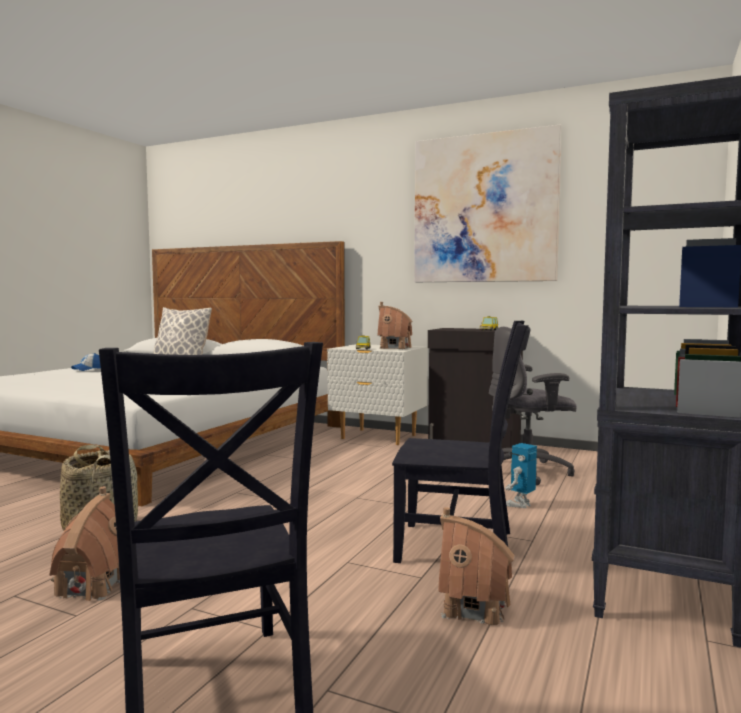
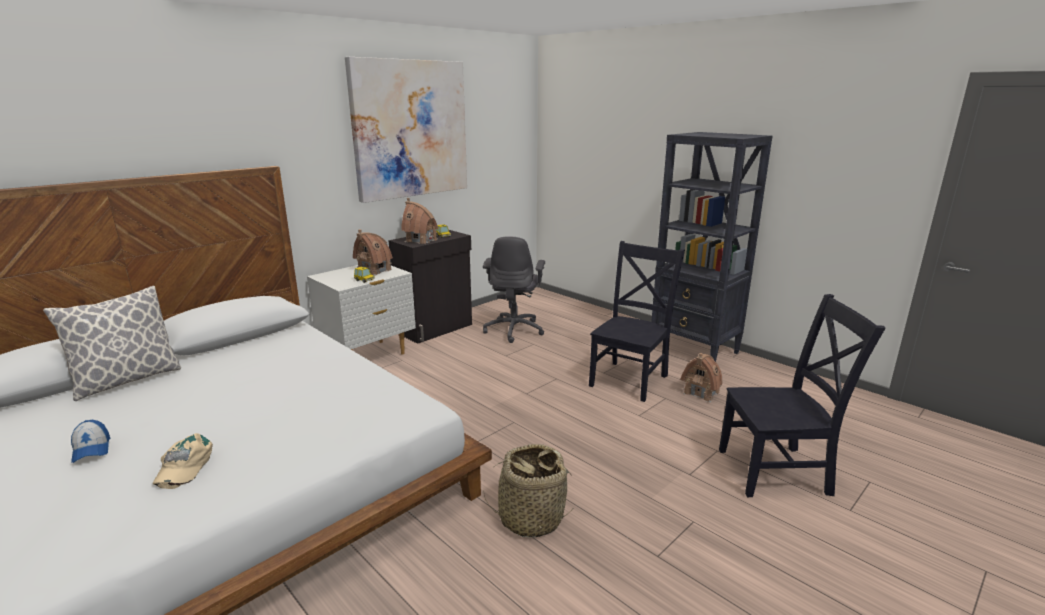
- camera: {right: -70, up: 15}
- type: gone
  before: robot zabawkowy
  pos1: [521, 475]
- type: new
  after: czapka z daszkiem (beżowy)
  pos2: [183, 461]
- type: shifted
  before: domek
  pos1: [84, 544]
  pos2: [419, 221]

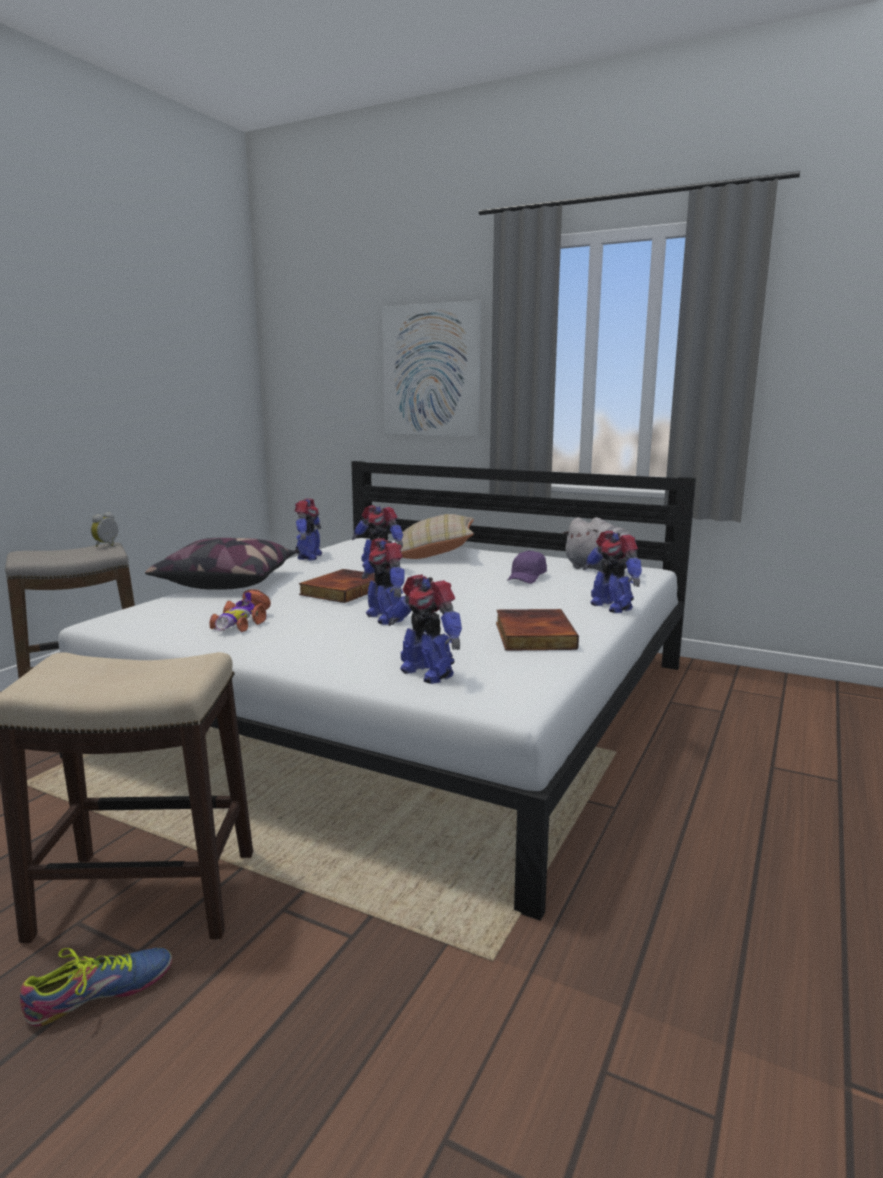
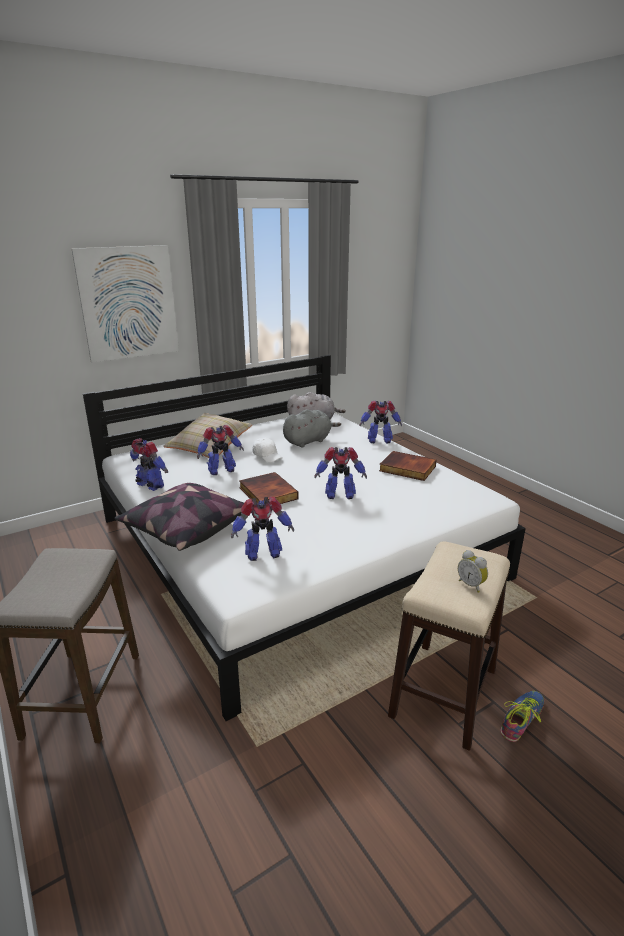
- camera: {right: -60, up: 10}
- type: gone
  before: samochodzik
  pos1: [240, 610]
- type: new
  after: czapka z daszkiem (biały)
  pos2: [267, 450]
- type: shifted
  before: budzik
  pos1: [104, 529]
  pos2: [473, 571]
- type: shifted
  before: robot zabawkowy
  pos1: [425, 629]
  pos2: [262, 529]
- type: swapped
  before: czapka z daszkiem (fioletowy)
  after: pluszak (szary)
  pos1: [527, 567]
  pos2: [312, 428]
- type: rotated
  before: but
  pos1: [96, 987]
  pos2: [522, 716]
  turn: 45

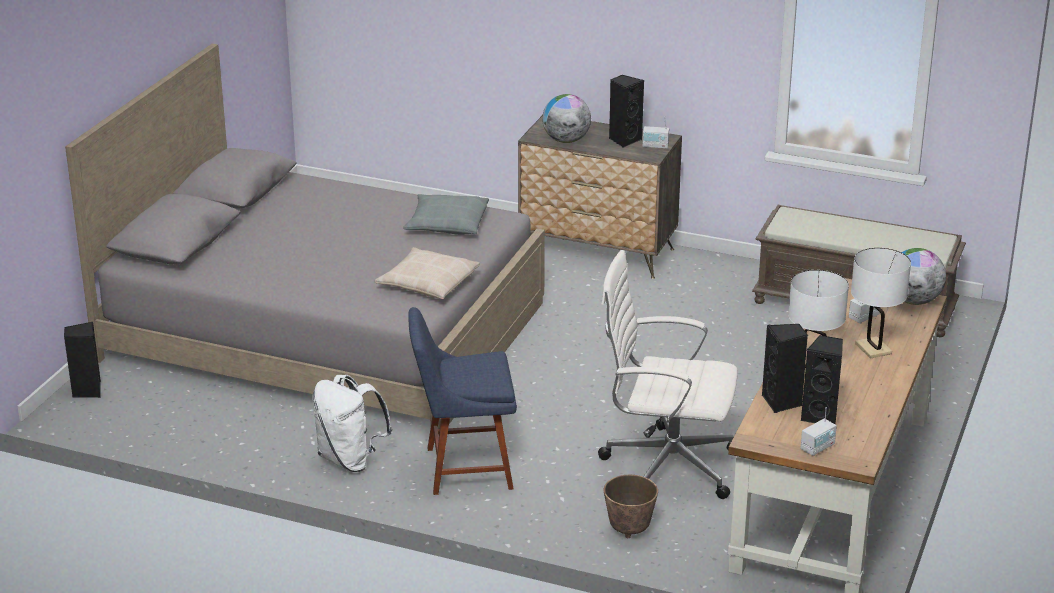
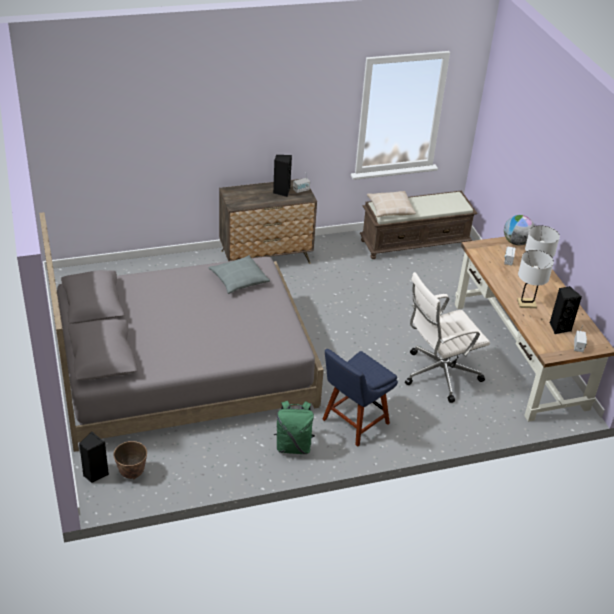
- camera: {right: -40, up: 10}
- type: gone
  before: globus
  pos1: [566, 118]
- type: gone
  before: głośnik (czarny)
  pos1: [785, 368]
- type: shifted
  before: poduszka (beżowy)
  pos1: [427, 273]
  pos2: [391, 204]
- type: shifted
  before: donica
  pos1: [631, 506]
  pos2: [130, 460]
- type: repainted
  before: plecak (biały)
  after: plecak (zielony)
  pos1: [353, 423]
  pos2: [294, 427]

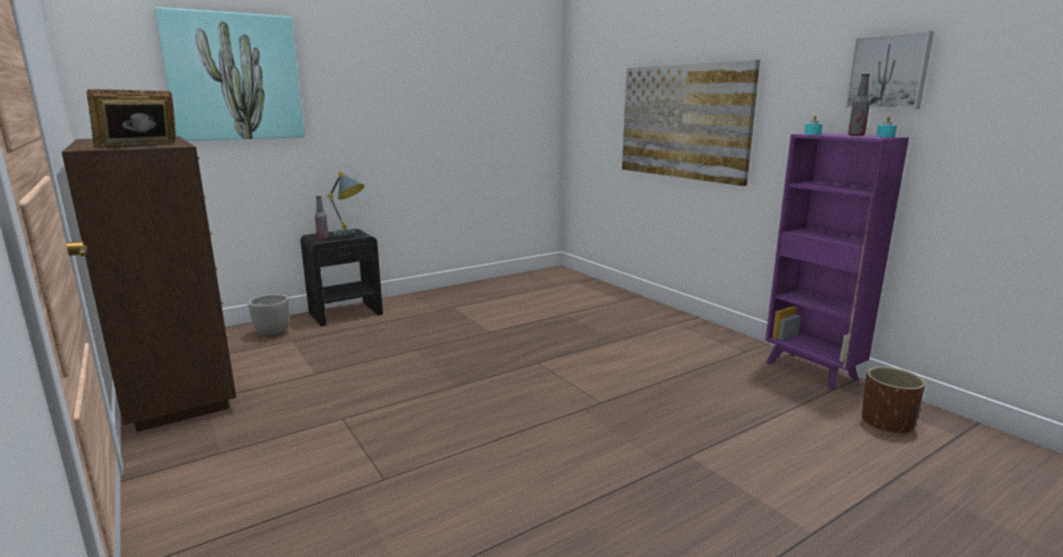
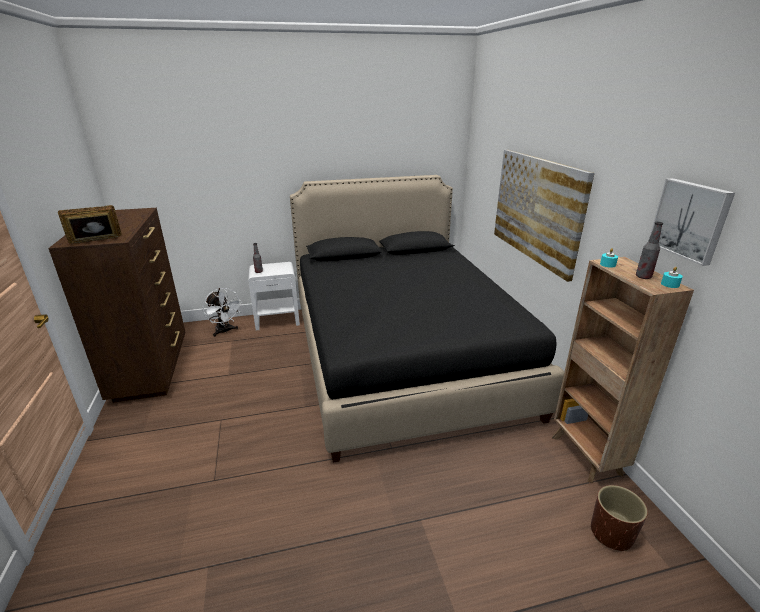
- camera: {right: 20, up: 10}
- type: gone
  before: obraz
  pos1: [229, 74]
- type: gone
  before: lampa stołowa (szary)
  pos1: [346, 204]
- type: new
  after: łóżko (czarny)
  pos2: [427, 318]
- type: swapped
  before: donica
  after: wentylator (biały)
  pos1: [269, 315]
  pos2: [222, 312]
- type: repainted
  before: szafka nocna (czarny)
  after: szafka nocna (biały)
  pos1: [341, 278]
  pos2: [274, 296]
- type: repainted
  before: regał (fioletowy)
  after: regał (brązowy)
  pos1: [837, 261]
  pos2: [623, 370]

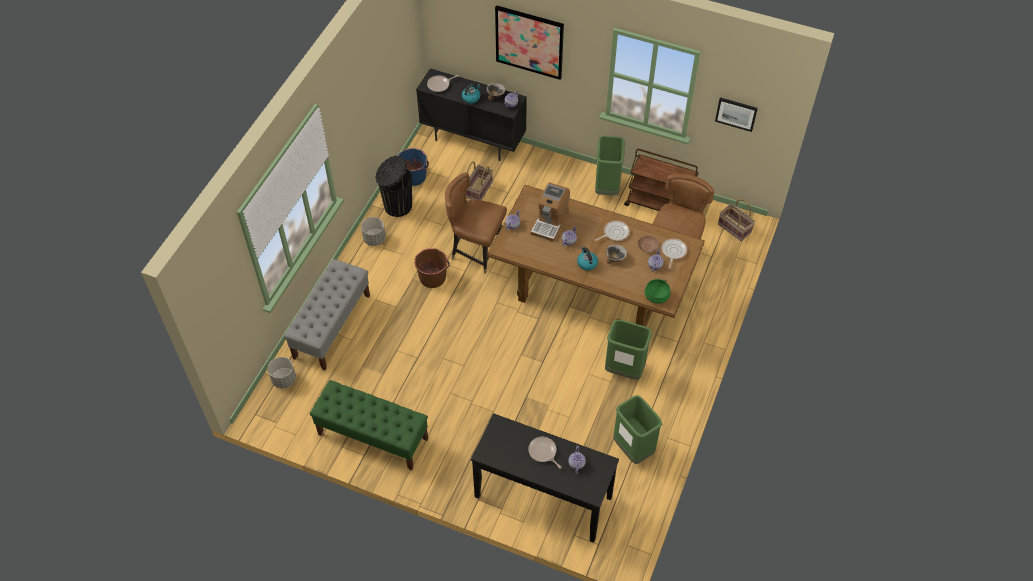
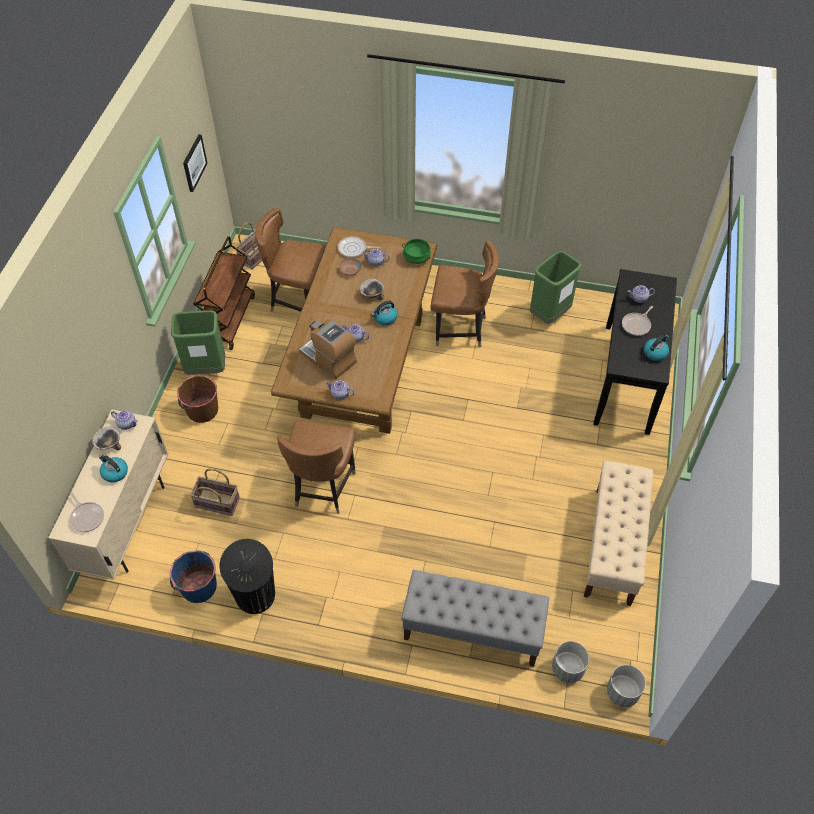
- camera: {right: -100, up: 0}
- type: gone
  before: obraz
  pos1: [529, 42]
- type: gone
  before: patelnia
  pos1: [612, 230]
- type: new
  after: czajnik
  pos2: [656, 348]
- type: shifted
  before: donica (szary)
  pos1: [373, 231]
  pos2: [626, 686]
- type: shifted
  before: wiadro (brązowy)
  pos1: [431, 268]
  pos2: [197, 399]
- type: swapped
  before: kosz na śmieci (zielony)
  after: krzesło (brązowy)
  pos1: [628, 350]
  pos2: [464, 294]
- type: repainted
  before: ławka (zielony)
  after: ławka (beżowy)
  pos1: [369, 425]
  pos2: [618, 533]
- type: repainted
  before: szafka (czarny)
  after: szafka (beżowy)
  pos1: [471, 114]
  pos2: [108, 495]
- type: rotated
  before: ekspres do kawy
  pos1: [550, 212]
  pos2: [328, 349]
  turn: -150

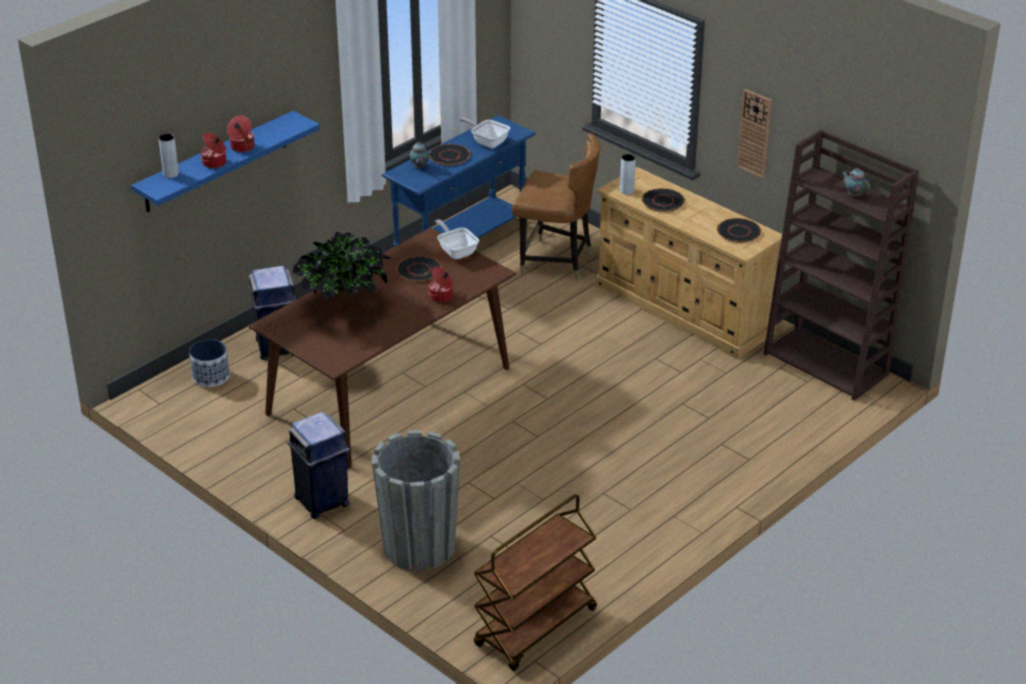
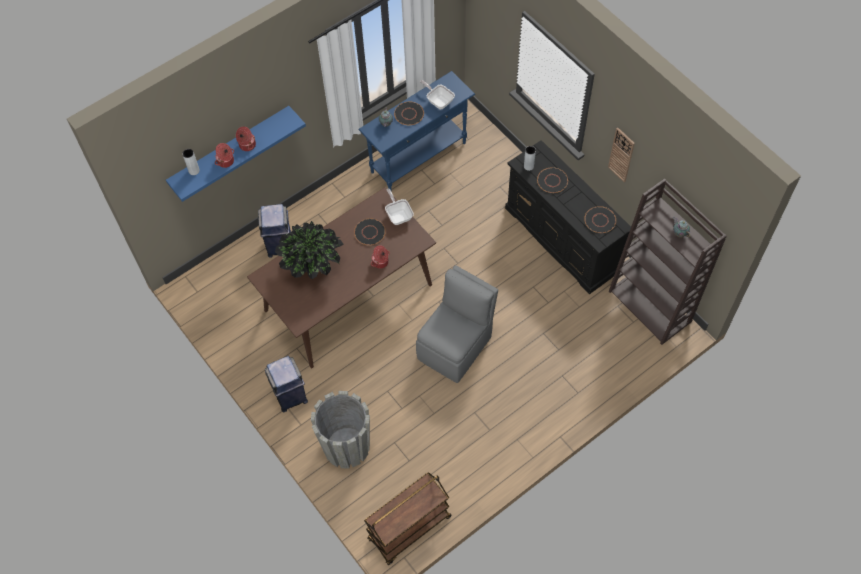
- camera: {right: 10, up: 25}
- type: gone
  before: donica
  pos1: [209, 363]
- type: gone
  before: krzesło (brązowy)
  pos1: [556, 206]
- type: new
  after: krzesło (szary)
  pos2: [457, 324]
- type: repainted
  before: komoda (beżowy)
  after: komoda (czarny)
  pos1: [688, 263]
  pos2: [568, 217]

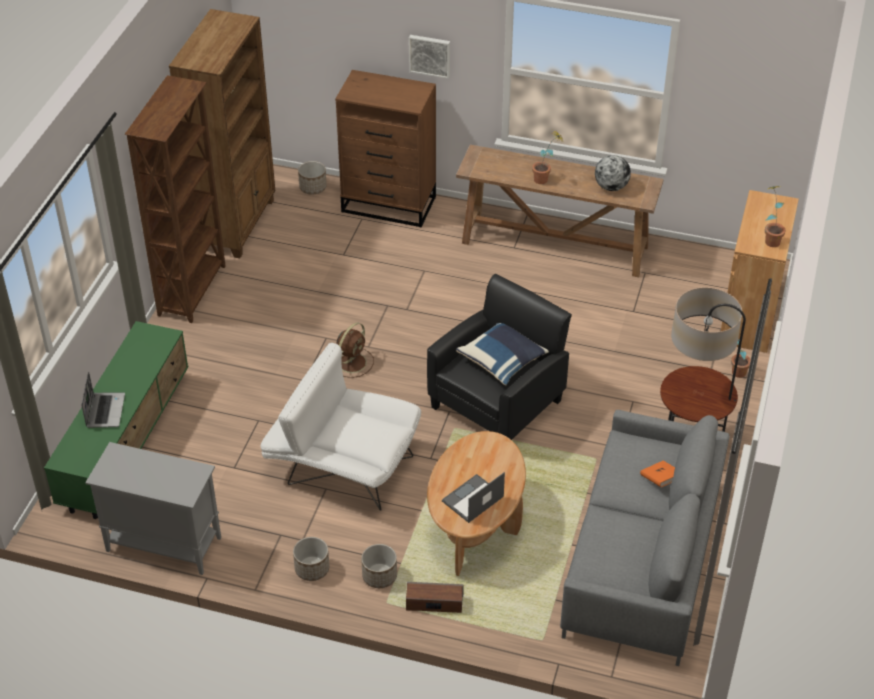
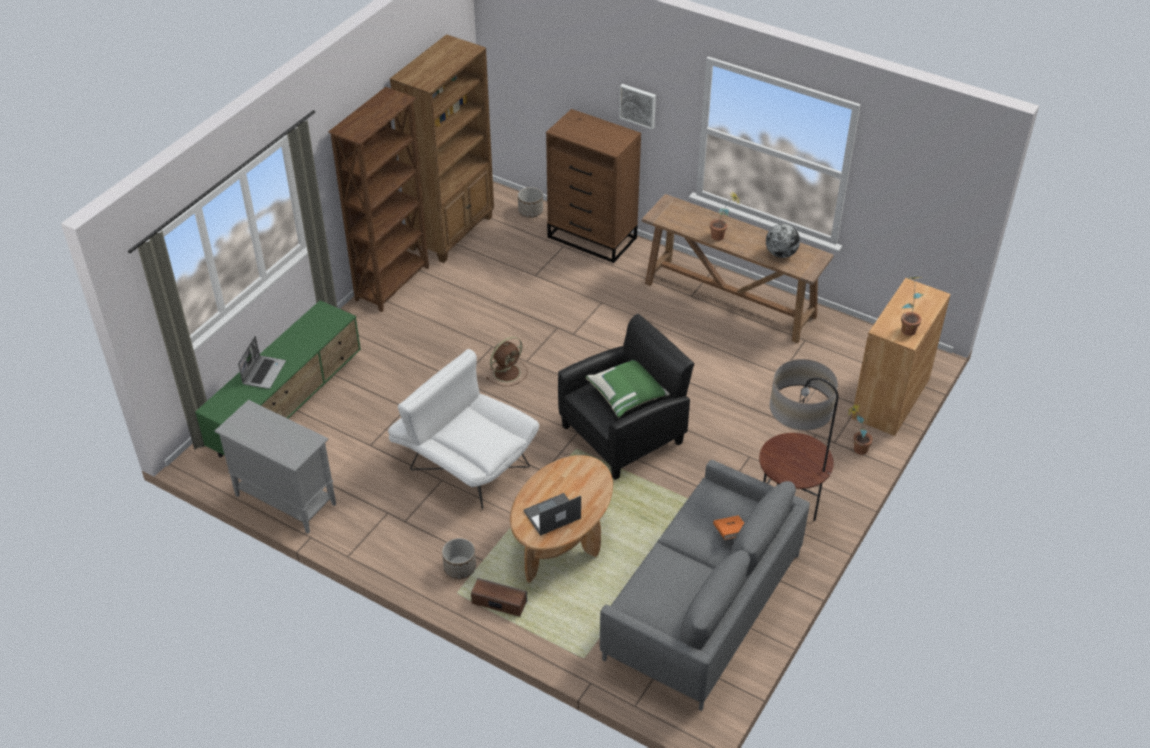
- camera: {right: 15, up: 0}
- type: gone
  before: donica
  pos1: [311, 559]
- type: repainted
  before: poduszka (niebieski)
  after: poduszka (zielony)
  pos1: [502, 354]
  pos2: [628, 389]

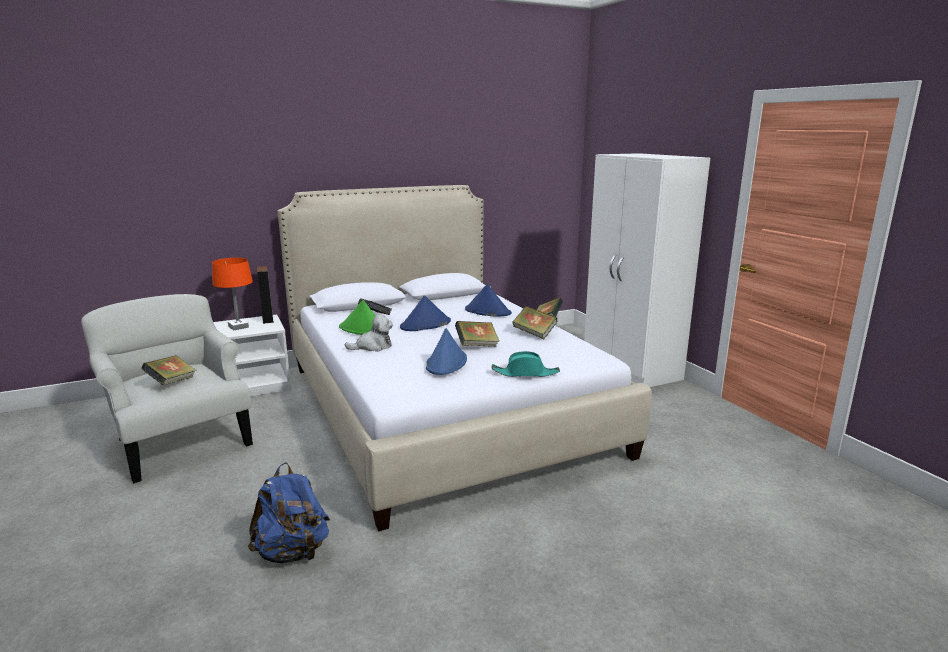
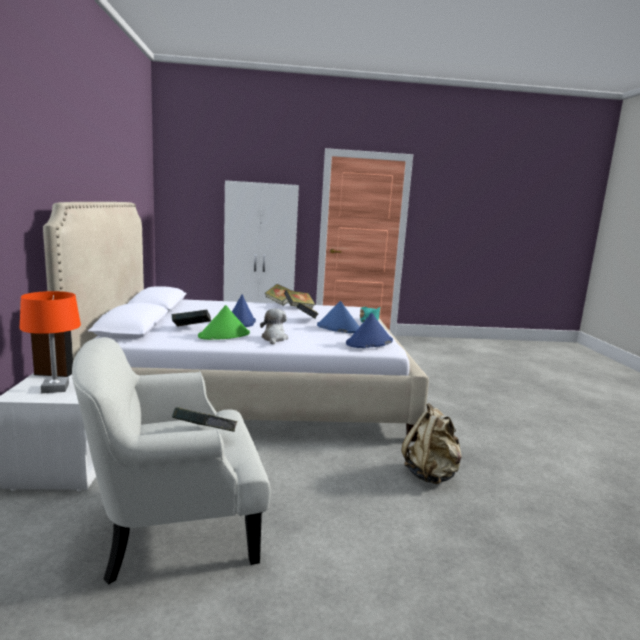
- camera: {right: -70, up: -5}
- type: shifted
  before: kapelusz (niebieski)
  pos1: [488, 300]
  pos2: [369, 330]
- type: repainted
  before: plecak (niebieski)
  after: plecak (beżowy)
  pos1: [289, 513]
  pos2: [431, 443]

